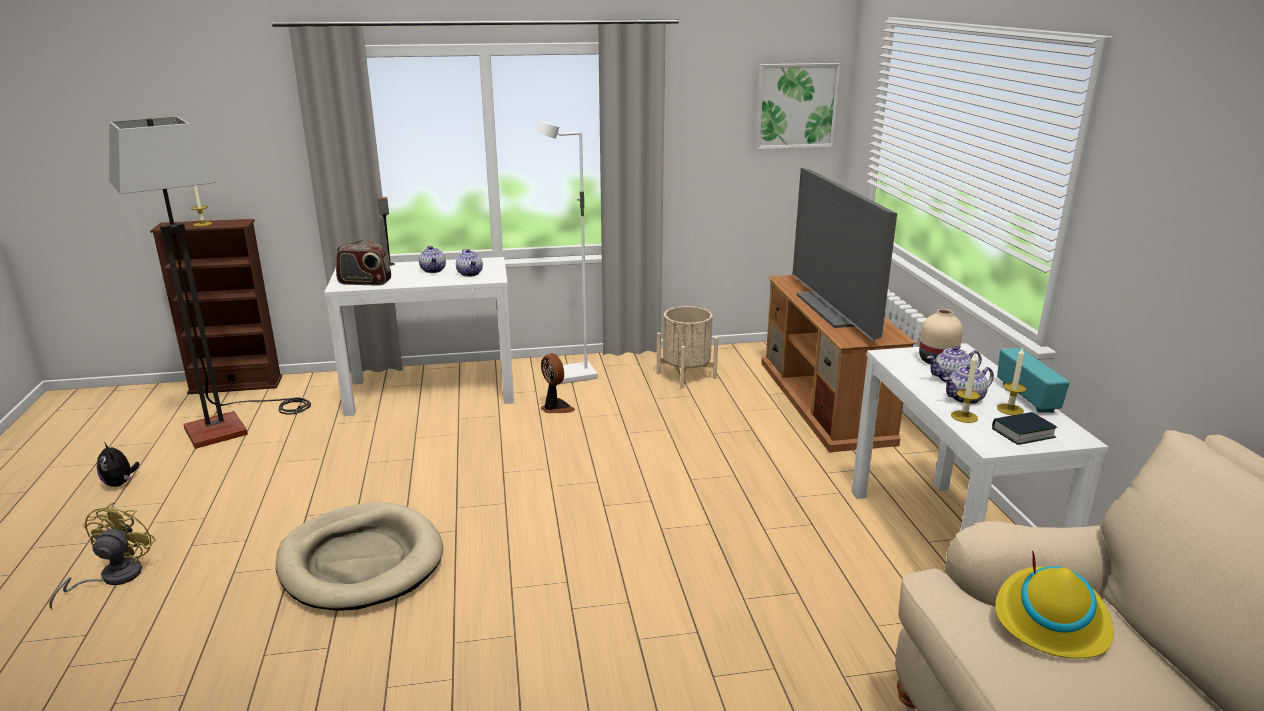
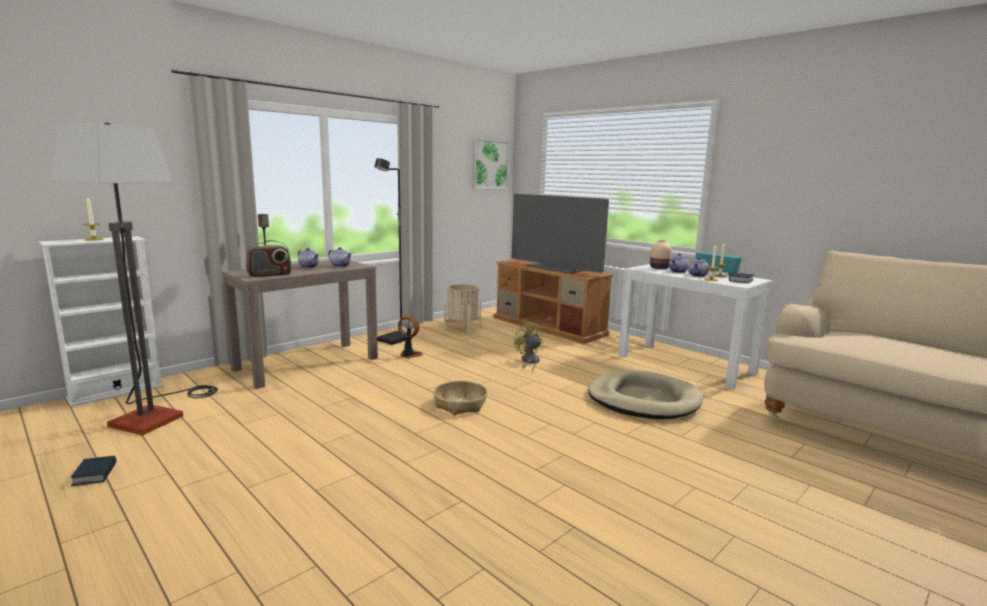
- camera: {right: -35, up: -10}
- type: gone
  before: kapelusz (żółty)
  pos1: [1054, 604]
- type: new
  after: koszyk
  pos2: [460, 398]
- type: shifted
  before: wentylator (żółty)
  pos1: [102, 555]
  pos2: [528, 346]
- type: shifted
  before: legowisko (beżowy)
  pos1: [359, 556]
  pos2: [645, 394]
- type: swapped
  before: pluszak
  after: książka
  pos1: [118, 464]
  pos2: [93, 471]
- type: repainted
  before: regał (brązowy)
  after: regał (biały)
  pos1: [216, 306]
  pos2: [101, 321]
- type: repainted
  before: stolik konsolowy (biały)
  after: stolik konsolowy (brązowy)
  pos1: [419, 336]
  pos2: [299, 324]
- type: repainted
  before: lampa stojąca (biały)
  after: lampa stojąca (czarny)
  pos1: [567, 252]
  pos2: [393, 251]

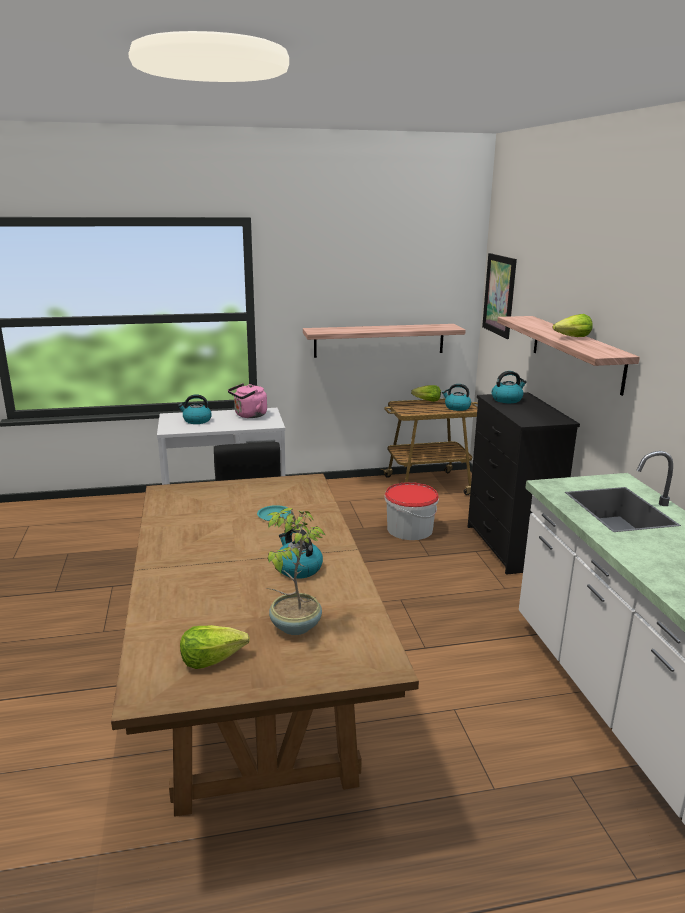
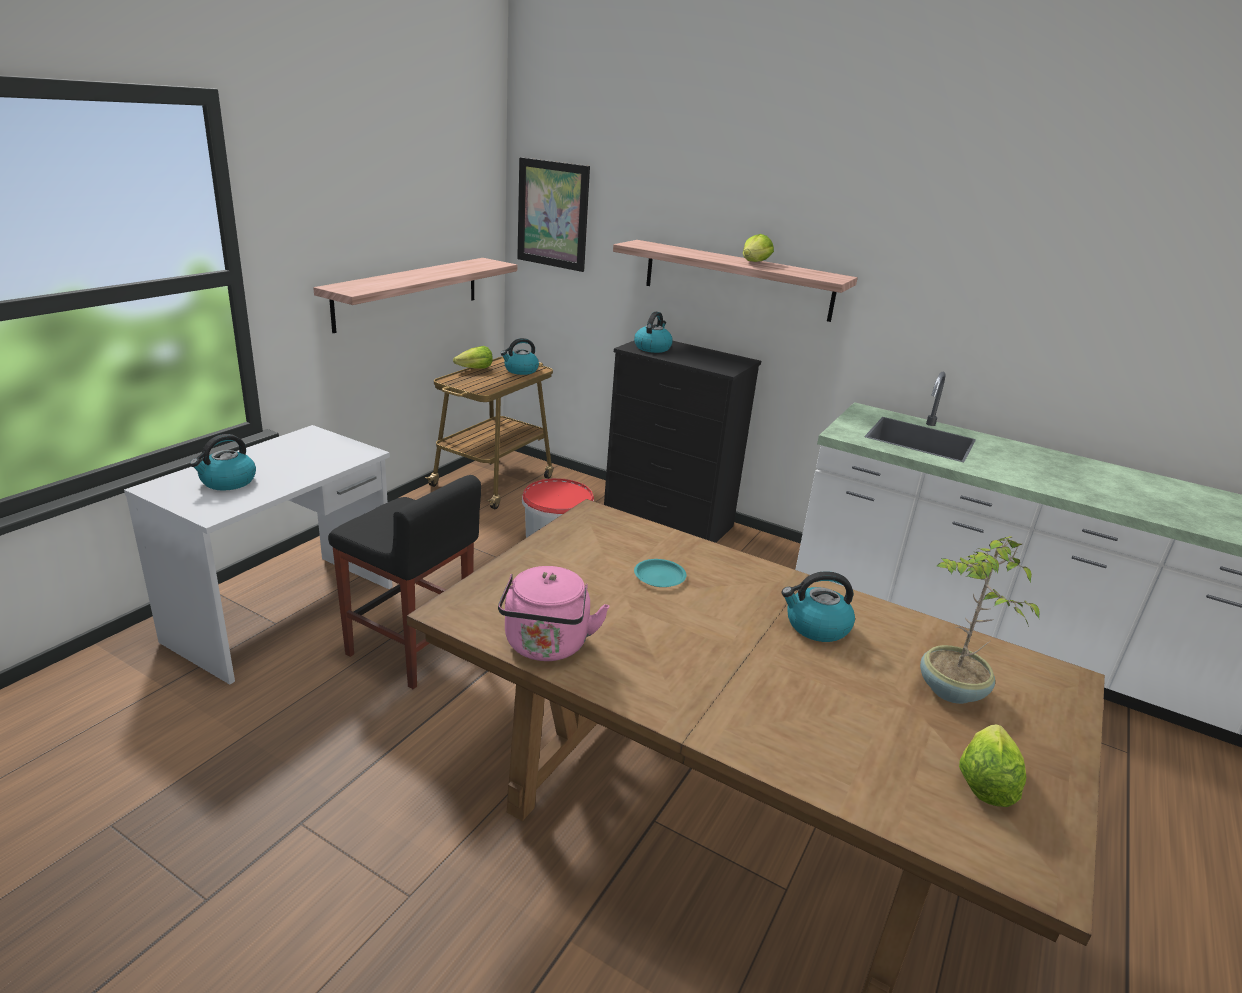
- camera: {right: -50, up: 5}
- type: shifted
  before: czajnik (różowy)
  pos1: [247, 400]
  pos2: [554, 613]

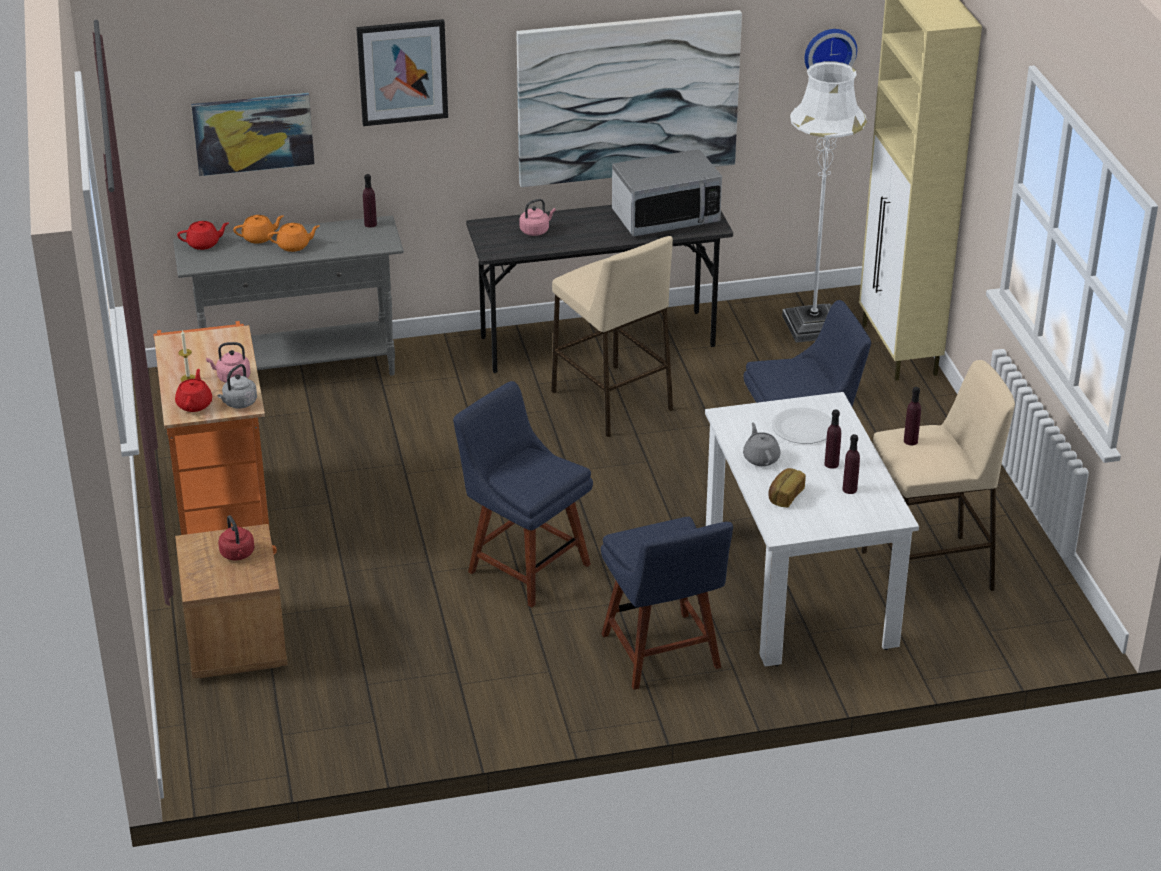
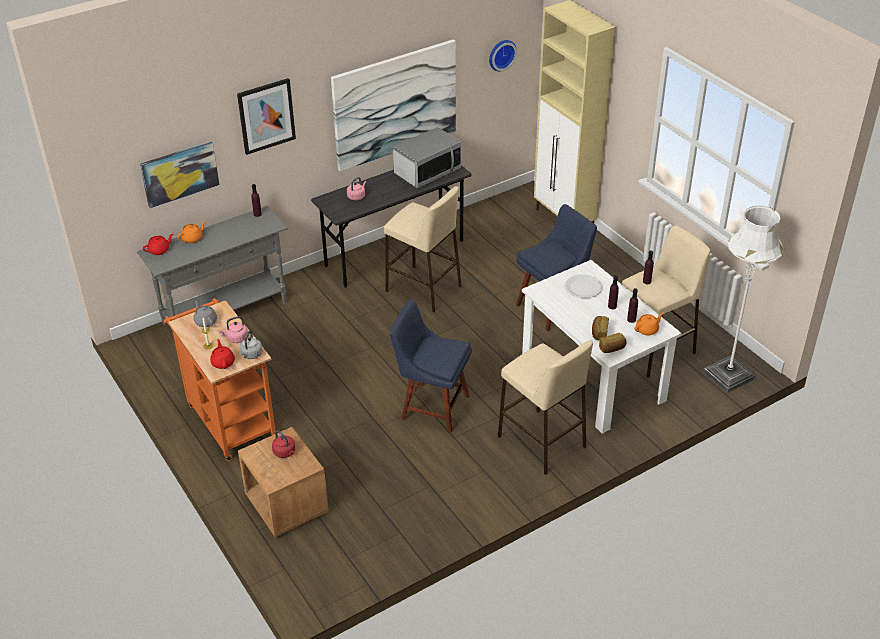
- camera: {right: -20, up: 5}
- type: new
  after: chleb
  pos2: [613, 343]
- type: shifted
  before: imbryk (pomarańczowy)
  pos1: [294, 237]
  pos2: [648, 324]
- type: shifted
  before: imbryk (szary)
  pos1: [761, 444]
  pos2: [205, 314]
- type: shifted
  before: lampa stojąca (biały)
  pos1: [824, 202]
  pos2: [744, 299]
- type: swapped
  before: krzesło (niebieski)
  after: stołek (beżowy)
  pos1: [667, 603]
  pos2: [545, 407]

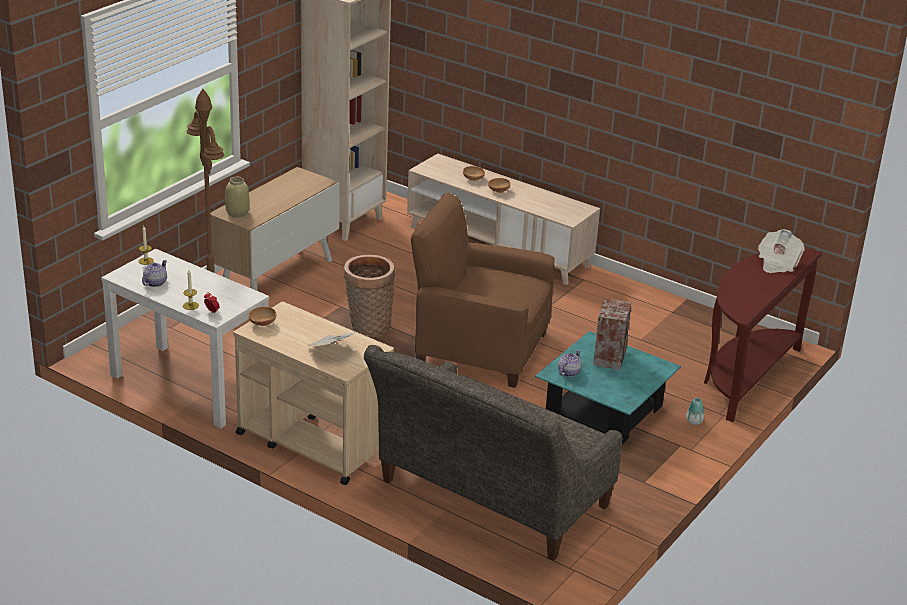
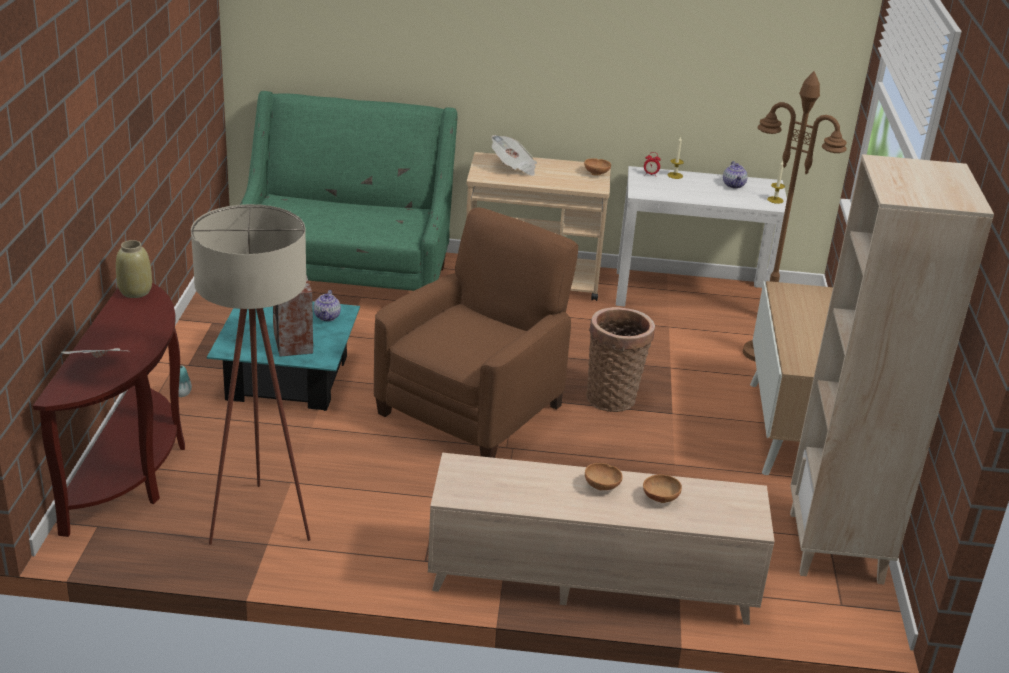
- camera: {right: 150, up: 0}
- type: new
  after: lampa stojąca (beżowy)
  pos2: [251, 374]
- type: shifted
  before: wazon (beżowy)
  pos1: [237, 197]
  pos2: [134, 269]
- type: repainted
  before: kanapa (szary)
  after: kanapa (zielony)
  pos1: [493, 453]
  pos2: [348, 191]
- type: rotated
  before: fotel (brązowy)
  pos1: [483, 290]
  pos2: [476, 332]
  turn: -45

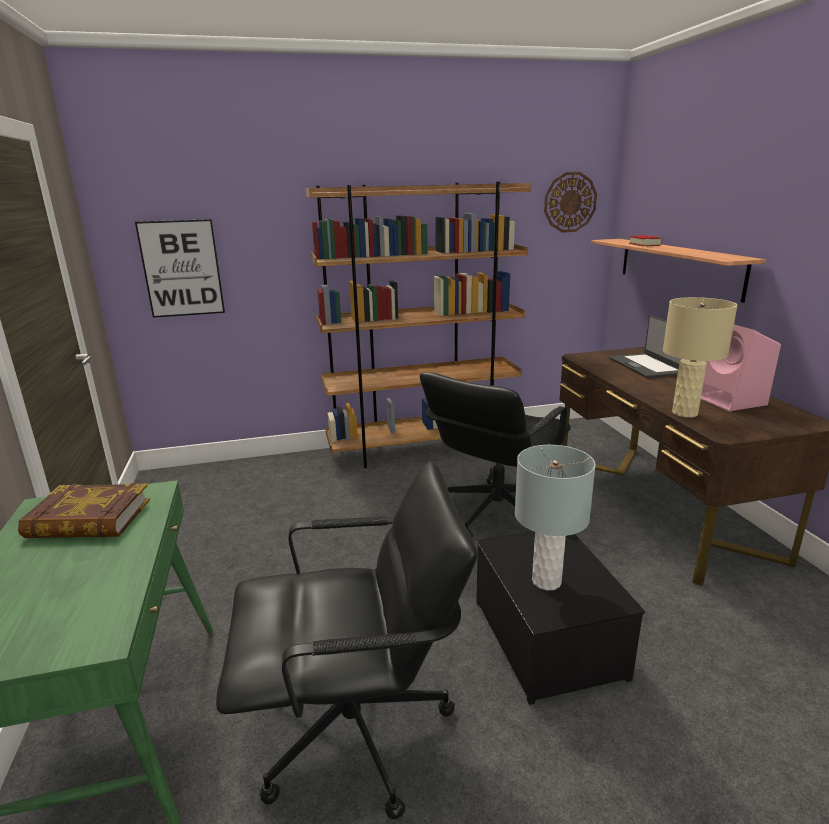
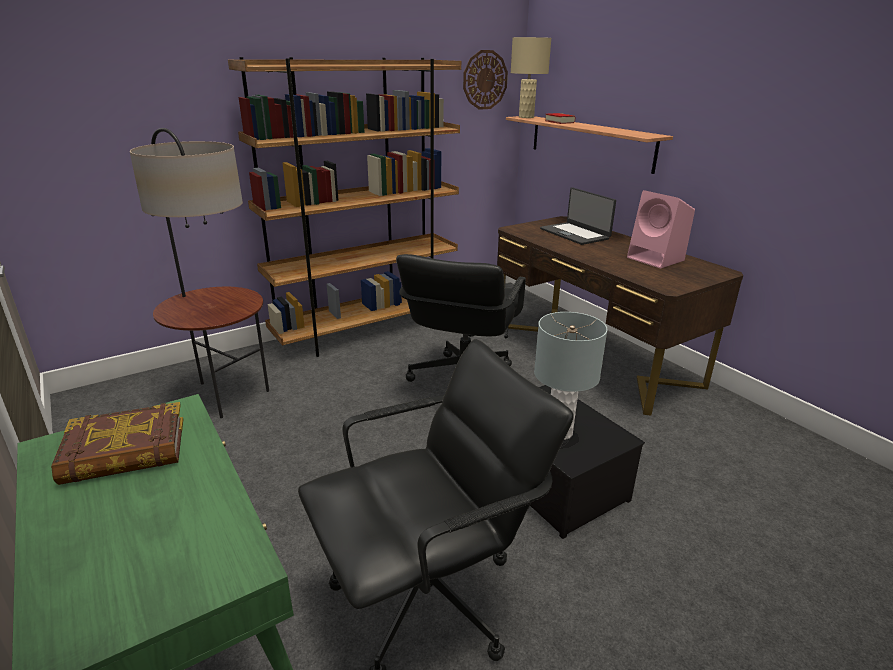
- camera: {right: -20, up: 5}
- type: gone
  before: obraz
  pos1: [180, 268]
- type: new
  after: lampa stojąca
  pos2: [199, 273]
- type: shifted
  before: lampa stołowa (beżowy)
  pos1: [700, 357]
  pos2: [531, 77]

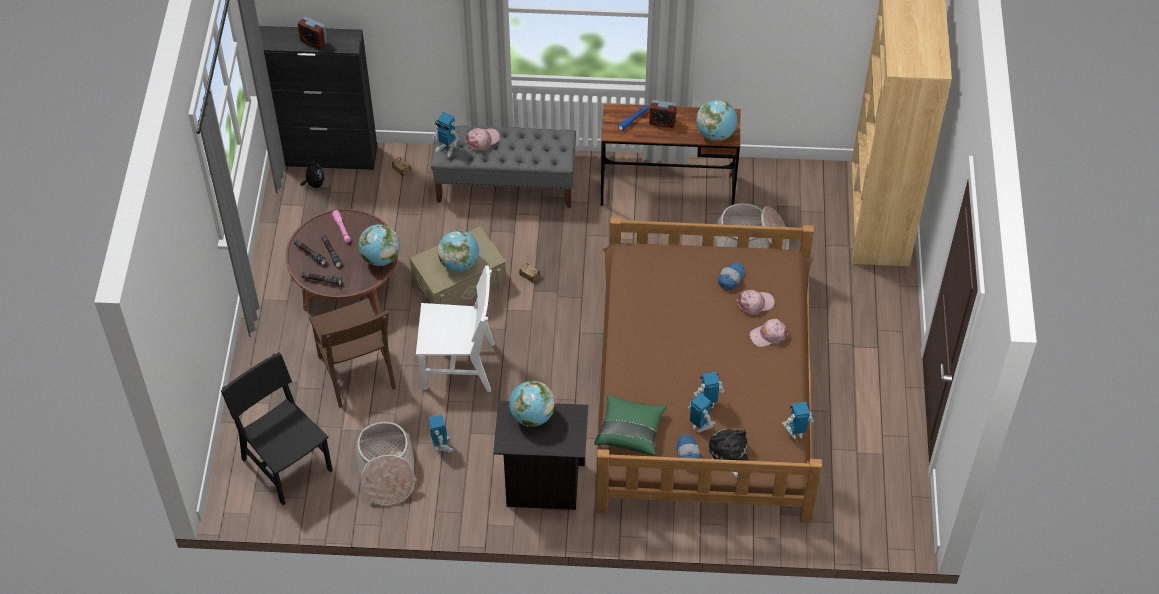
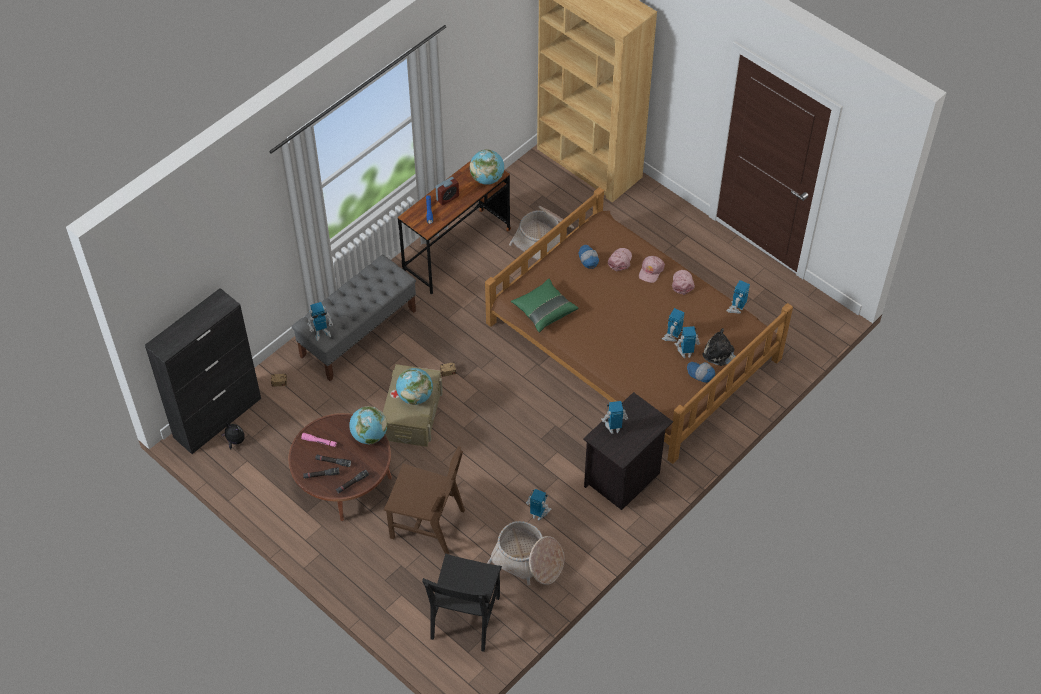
- camera: {right: -50, up: 0}
- type: gone
  before: budzik
  pos1: [313, 33]
- type: gone
  before: krzesło (biały)
  pos1: [455, 328]
- type: shifted
  before: czapka z daszkiem (różowy)
  pos1: [482, 139]
  pos2: [683, 282]
- type: shifted
  before: poduszka (zielony)
  pos1: [630, 425]
  pos2: [545, 306]
- type: swapped
  before: globus
  after: robot zabawkowy
  pos1: [532, 404]
  pos2: [614, 417]
- type: rotated
  before: krzesło (czarny)
  pos1: [277, 428]
  pos2: [462, 602]
  turn: -75

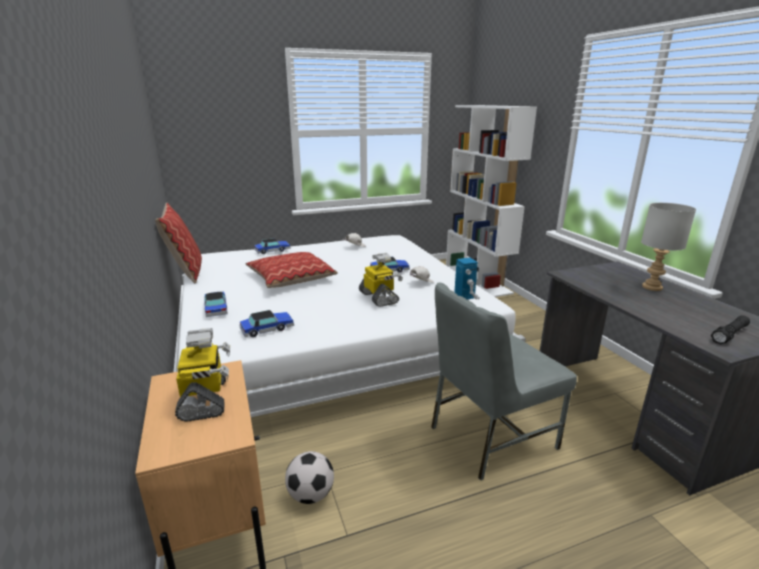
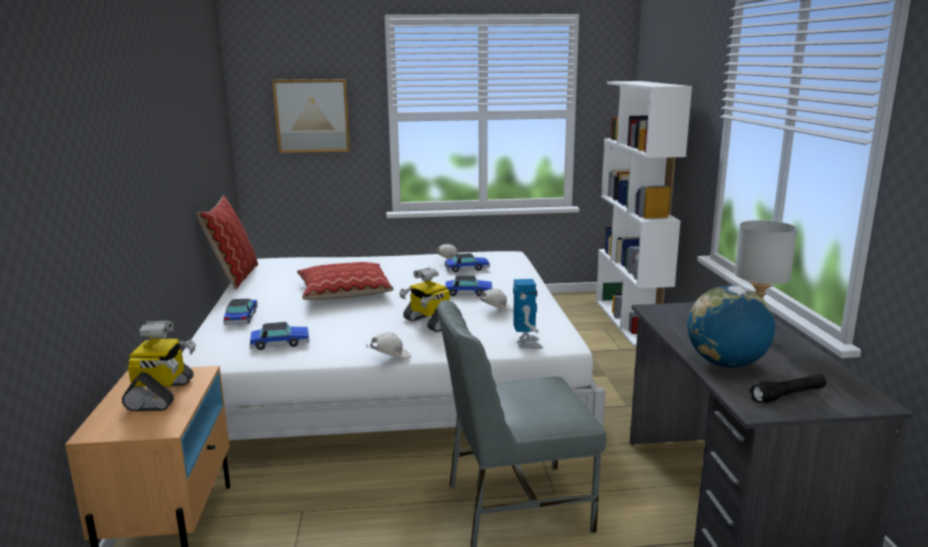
- camera: {right: 15, up: -5}
- type: gone
  before: piłka futbolowa
  pos1: [309, 477]
- type: new
  after: obraz
  pos2: [311, 116]
- type: new
  after: czapka z daszkiem (biały)
  pos2: [388, 345]
- type: new
  after: globus
  pos2: [731, 326]
- type: shifted
  before: samochodzik
  pos1: [272, 246]
  pos2: [467, 263]
- type: rotated
  before: robot zabawkowy
  pos1: [381, 280]
  pos2: [424, 299]
  turn: 150

